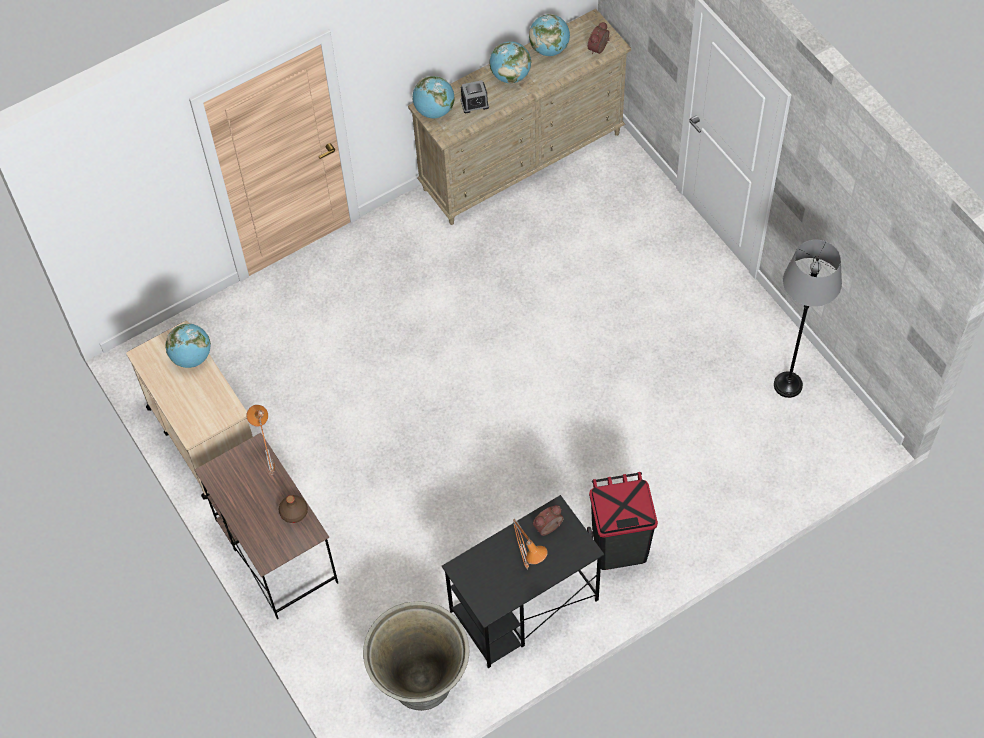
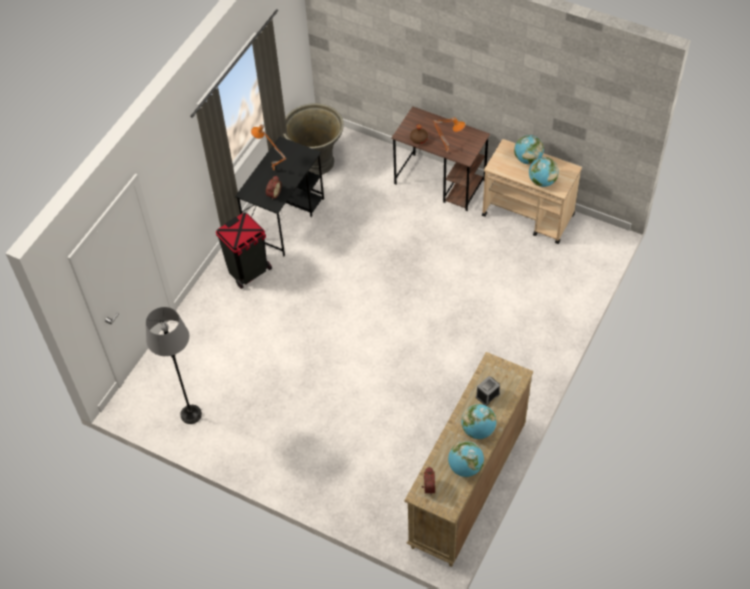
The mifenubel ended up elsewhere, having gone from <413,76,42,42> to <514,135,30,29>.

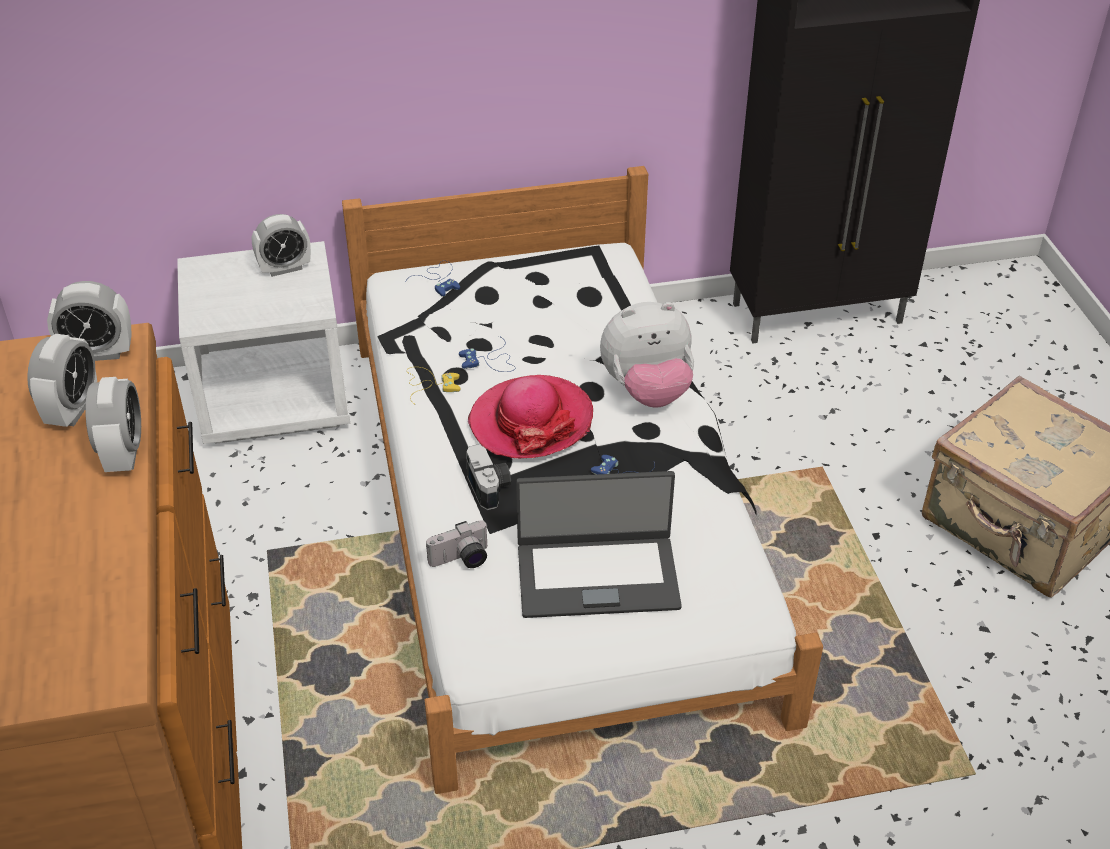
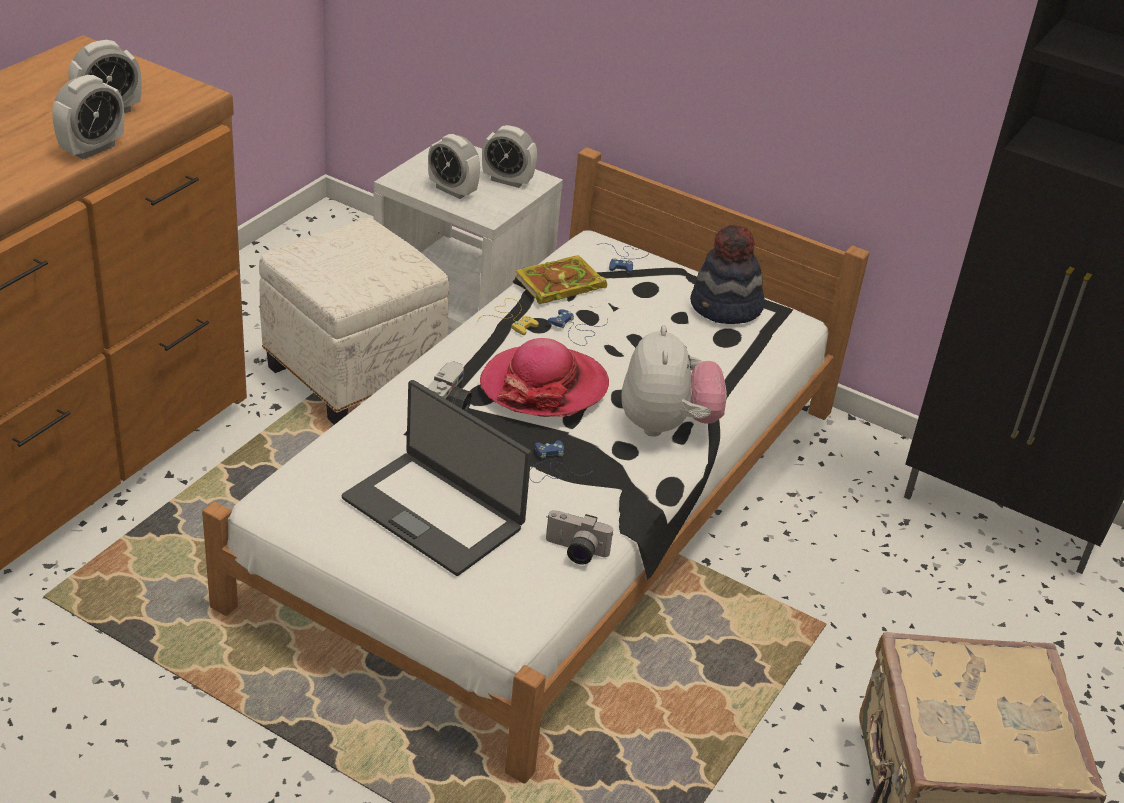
The second view gained the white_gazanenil at <259,218,190,207>. The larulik ended up elsewhere, having gone from <47,281,84,80> to <428,134,52,65>. The second view gained the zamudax at <515,255,92,49>. The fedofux ended up elsewhere, having gone from <426,520,61,48> to <546,510,67,55>. The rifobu at <600,302,94,106> ended up facing another way, 120 degrees counterclockwise from before. The second view gained the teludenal at <690,225,75,99>.

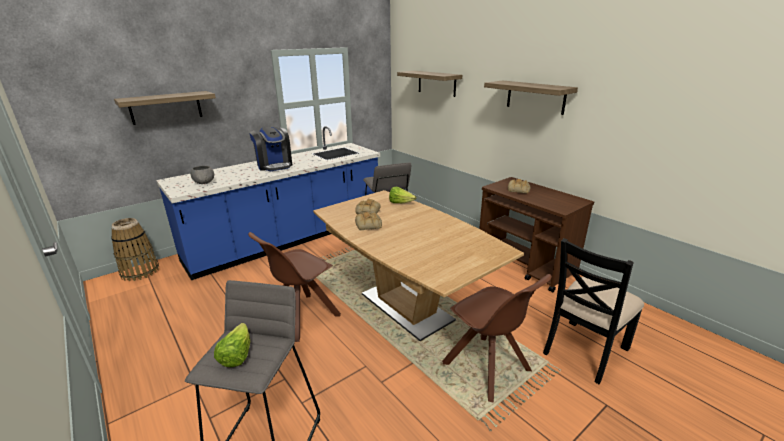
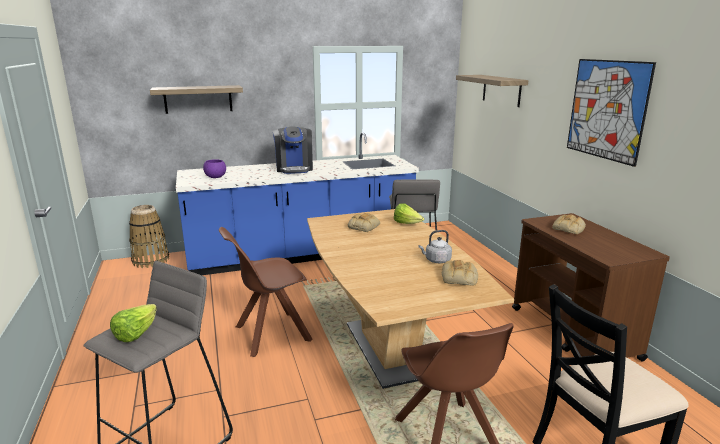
What was the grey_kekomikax at <190,166,24,18> turned into the purple_kekomikax at <203,159,23,19>. The second view gained the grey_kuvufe at <419,230,33,33>. The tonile ended up elsewhere, having gone from <355,212,27,18> to <442,260,36,25>. Where the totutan hung at <484,81,94,34>, the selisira came to hang at <567,59,89,108>.

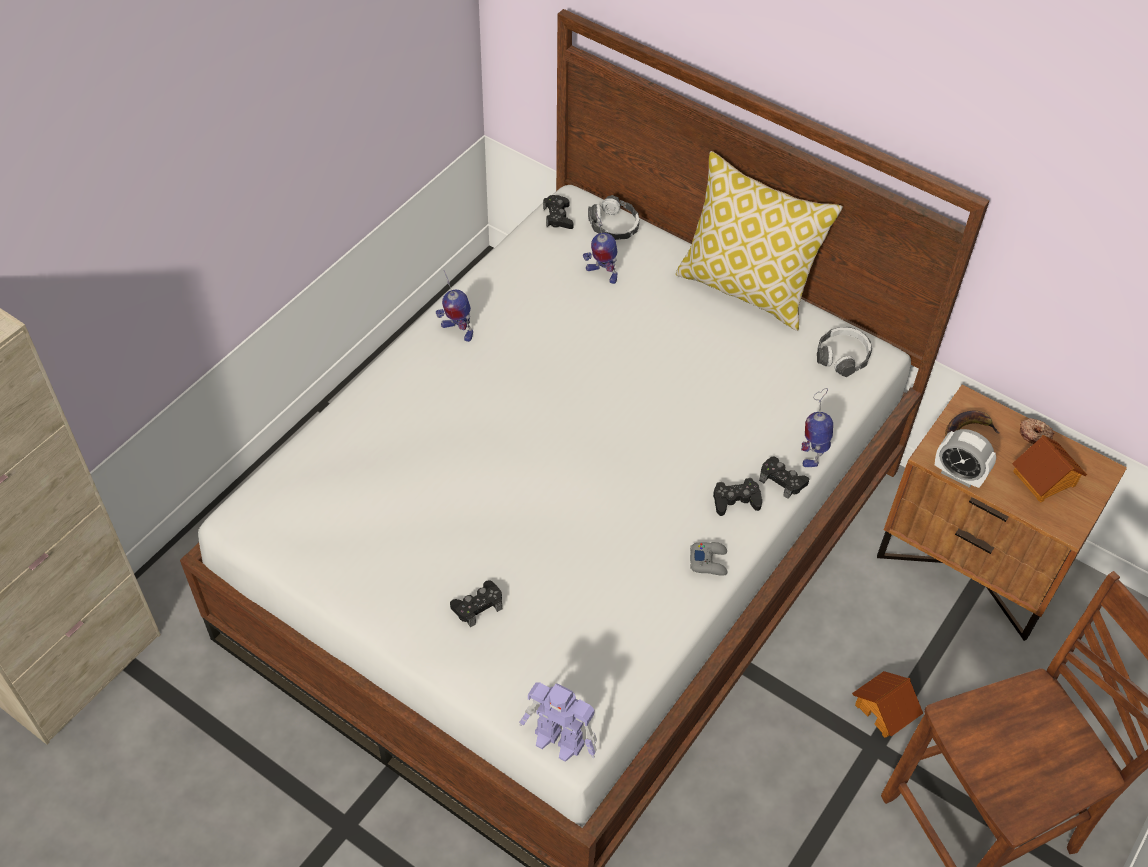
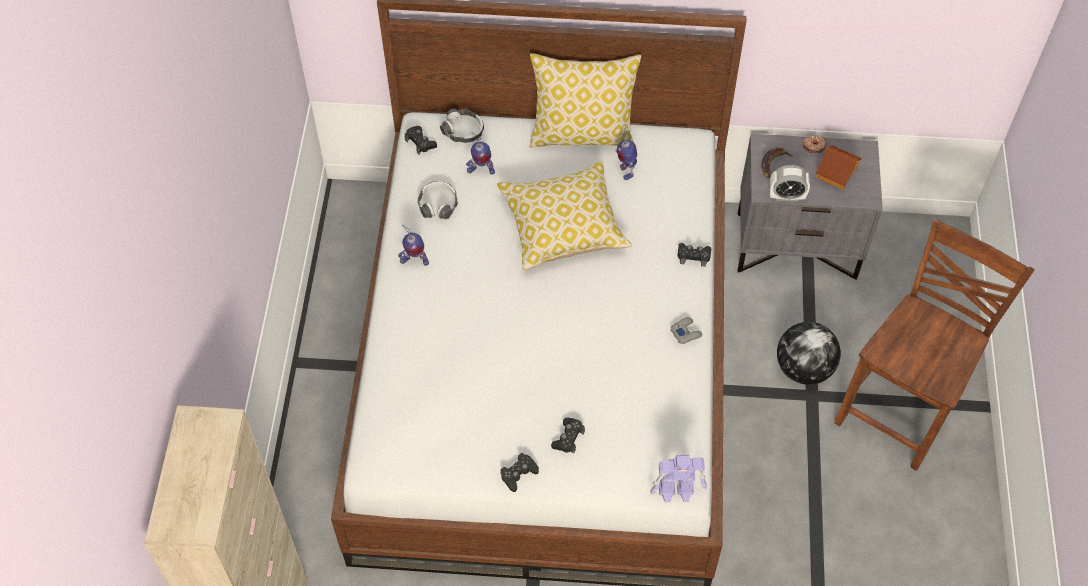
The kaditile ended up elsewhere, having gone from <817,327,55,50> to <418,181,40,38>. The second view gained the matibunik at <497,161,135,109>. The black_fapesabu ended up elsewhere, having gone from <713,478,49,38> to <500,453,39,39>. The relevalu ended up elsewhere, having gone from <801,388,32,79> to <616,124,21,56>. What was the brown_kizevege at <877,385,250,256> turned into the grey_kizevege at <737,134,146,146>. Where the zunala stood at <852,671,71,67>, the mifenubel came to stand at <777,322,64,63>.

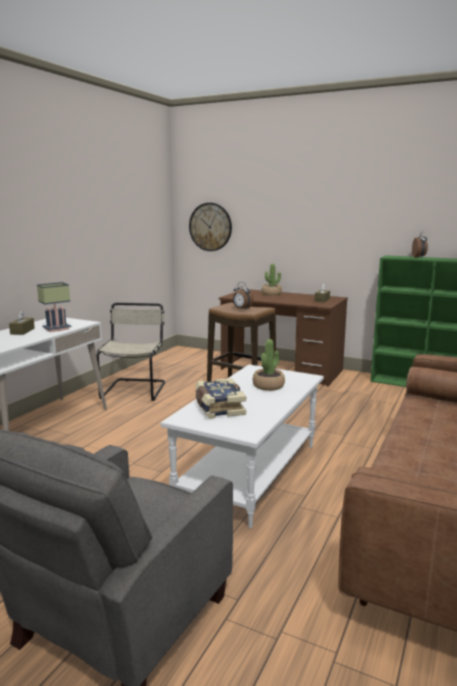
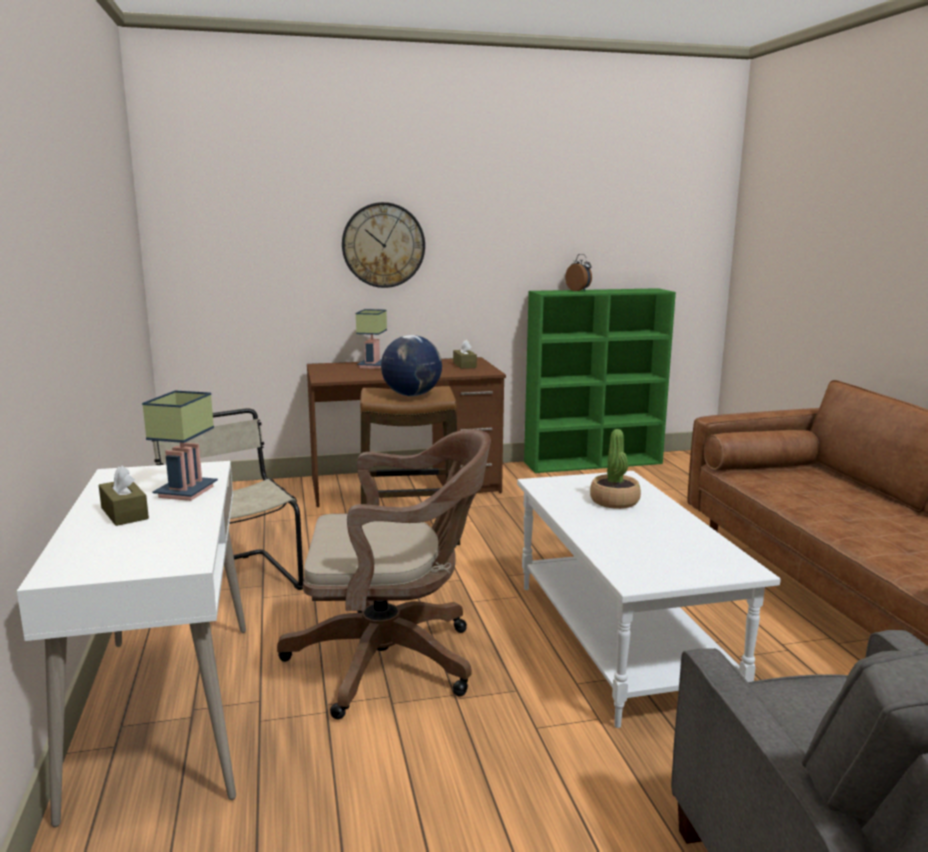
The second view gained the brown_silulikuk at <277,429,214,290>. The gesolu ended up elsewhere, having gone from <189,203,43,48> to <342,202,83,86>. Where the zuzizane stood at <262,263,20,33>, the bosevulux came to stand at <356,309,31,60>. Where the larulik stood at <233,282,21,28>, the mifenubel came to stand at <381,335,61,61>. The second view lost the zamudax at <195,378,51,41>.

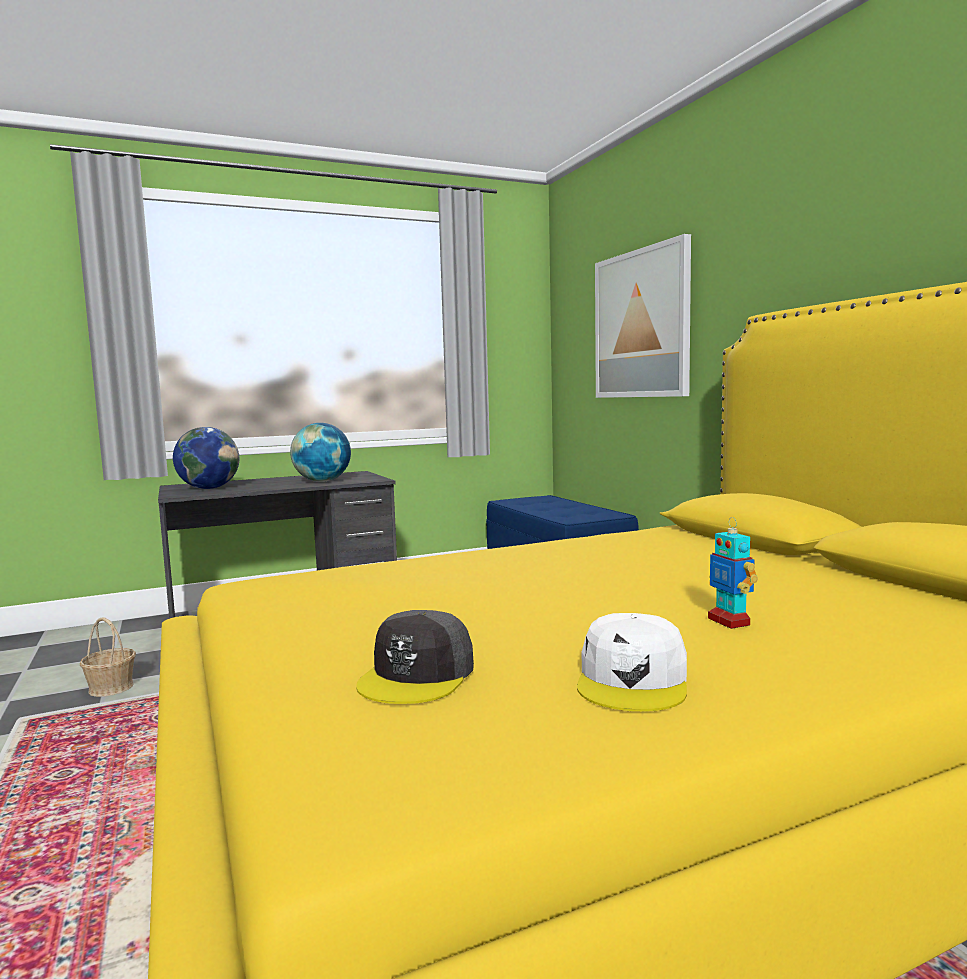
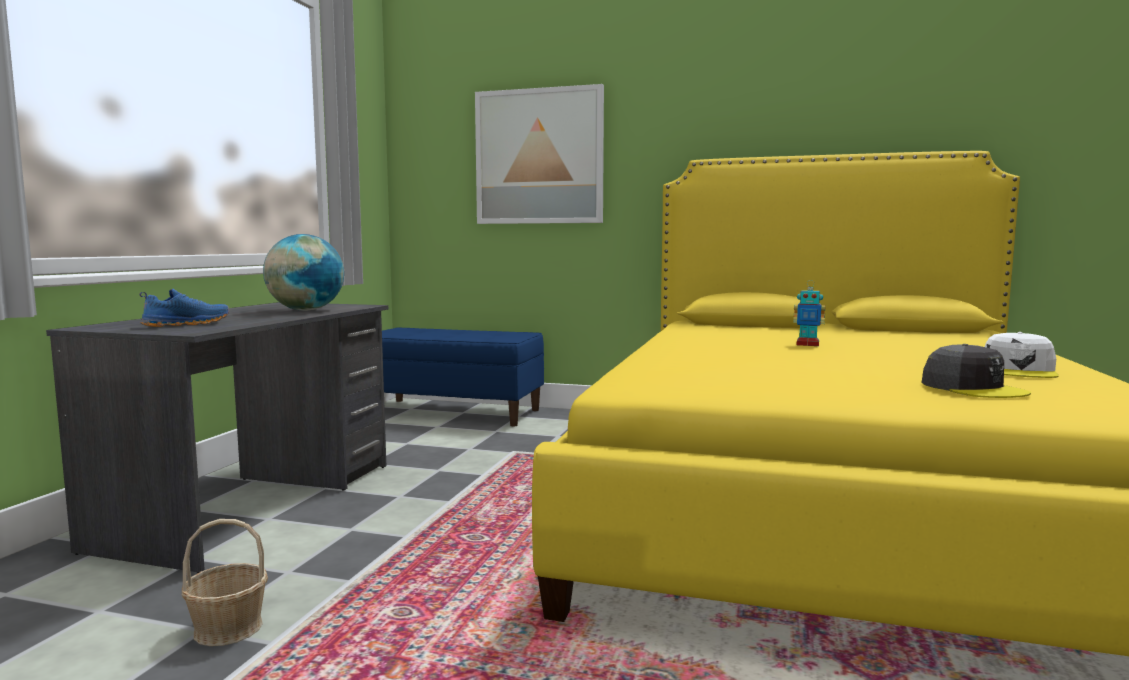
Where the mifenubel stood at <173,427,66,62>, the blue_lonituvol came to stand at <140,289,89,38>. The relevalu ended up elsewhere, having gone from <708,517,50,112> to <793,280,33,66>. The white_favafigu at <577,613,110,98> ended up facing another way, 60 degrees clockwise from before.

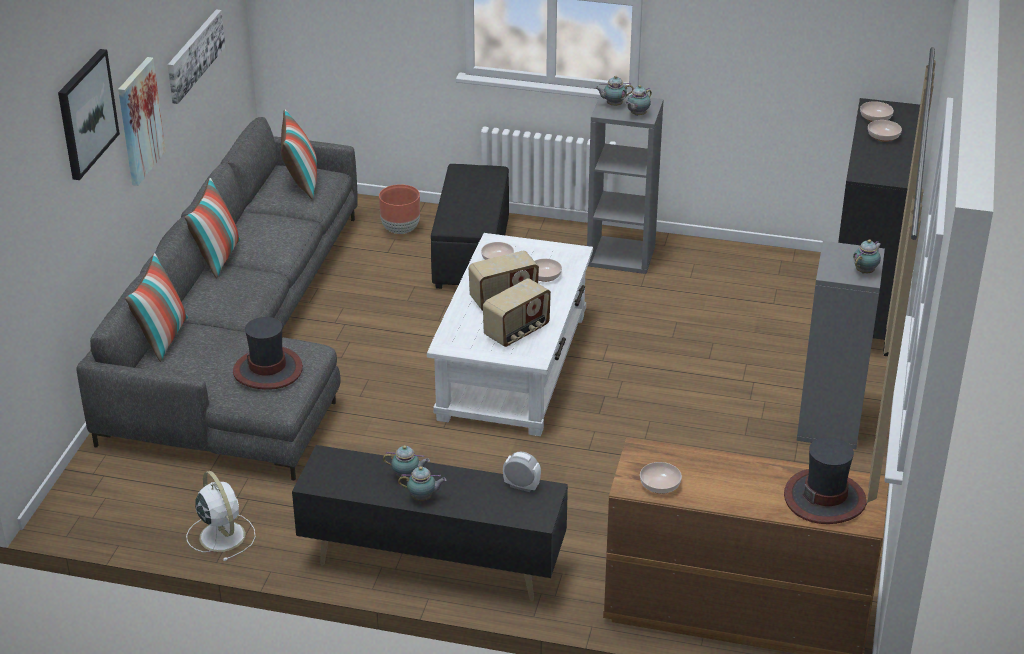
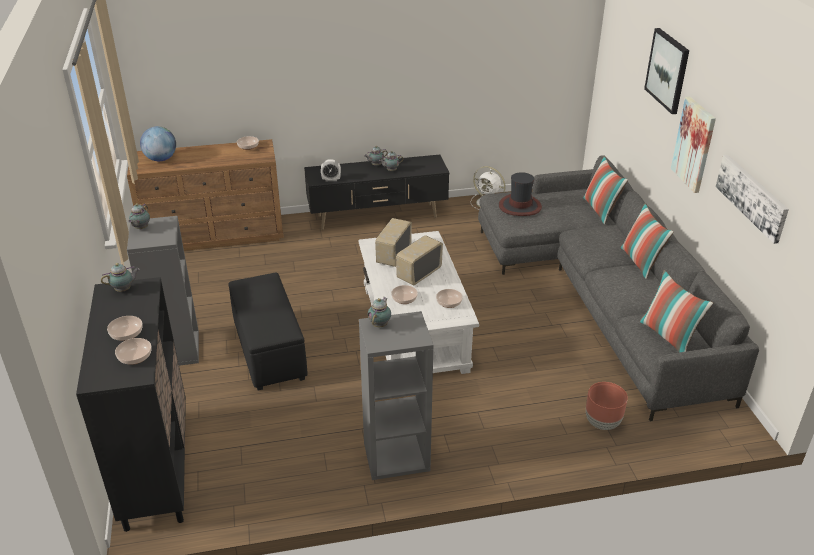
The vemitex ended up elsewhere, having gone from <595,76,39,30> to <101,263,39,29>. Where the teludenal stood at <784,437,83,87>, the mifenubel came to stand at <140,126,36,35>. The black_gazanenil ended up elsewhere, having gone from <431,164,78,125> to <229,273,79,118>.

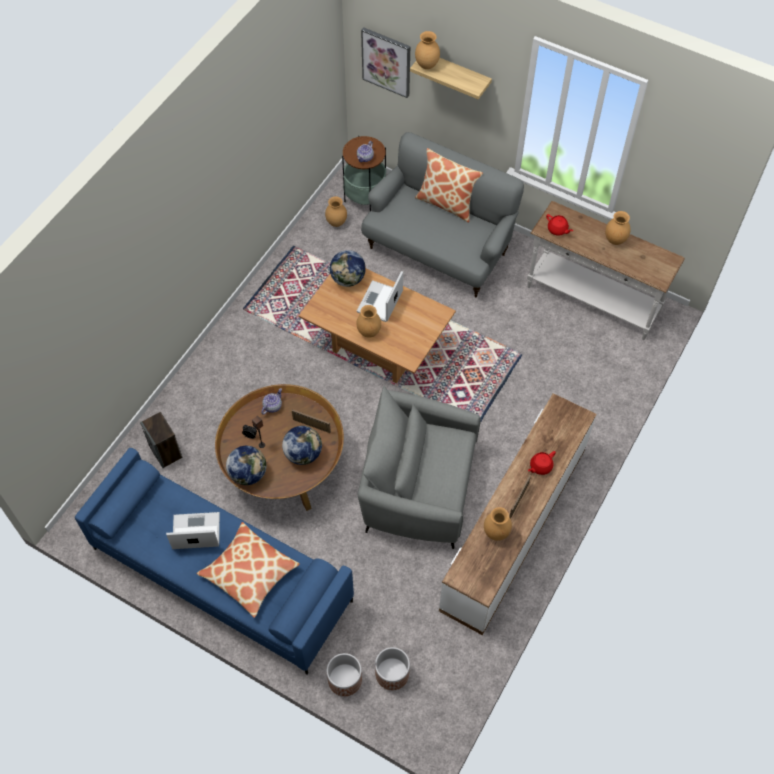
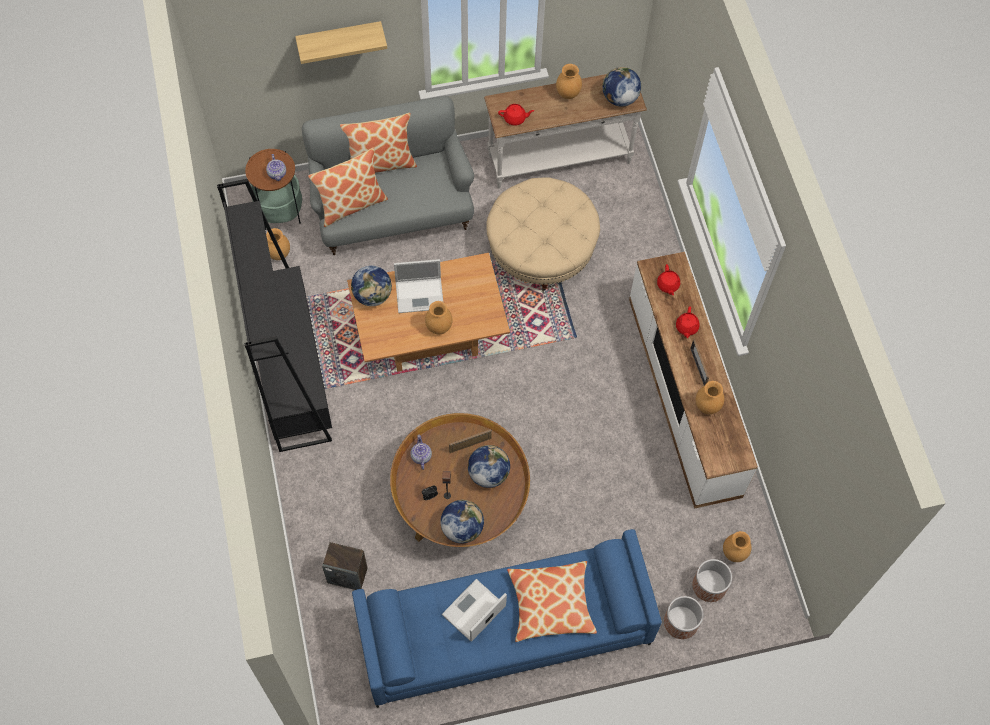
The second view gained the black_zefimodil at <217,179,115,273>. The second view gained the matibunik at <308,147,80,80>. The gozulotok at <357,271,46,51> ended up facing another way, 75 degrees counterclockwise from before. The second view gained the beige_gazanenil at <486,177,114,115>. The second view gained the mifenubel at <602,67,39,39>. The second view gained the red_vemitex at <657,264,23,31>. The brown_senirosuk ended up elsewhere, having gone from <415,31,25,38> to <723,531,28,31>. The second view lost the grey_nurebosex at <358,386,123,163>. The second view lost the selisira at <361,27,49,71>.

